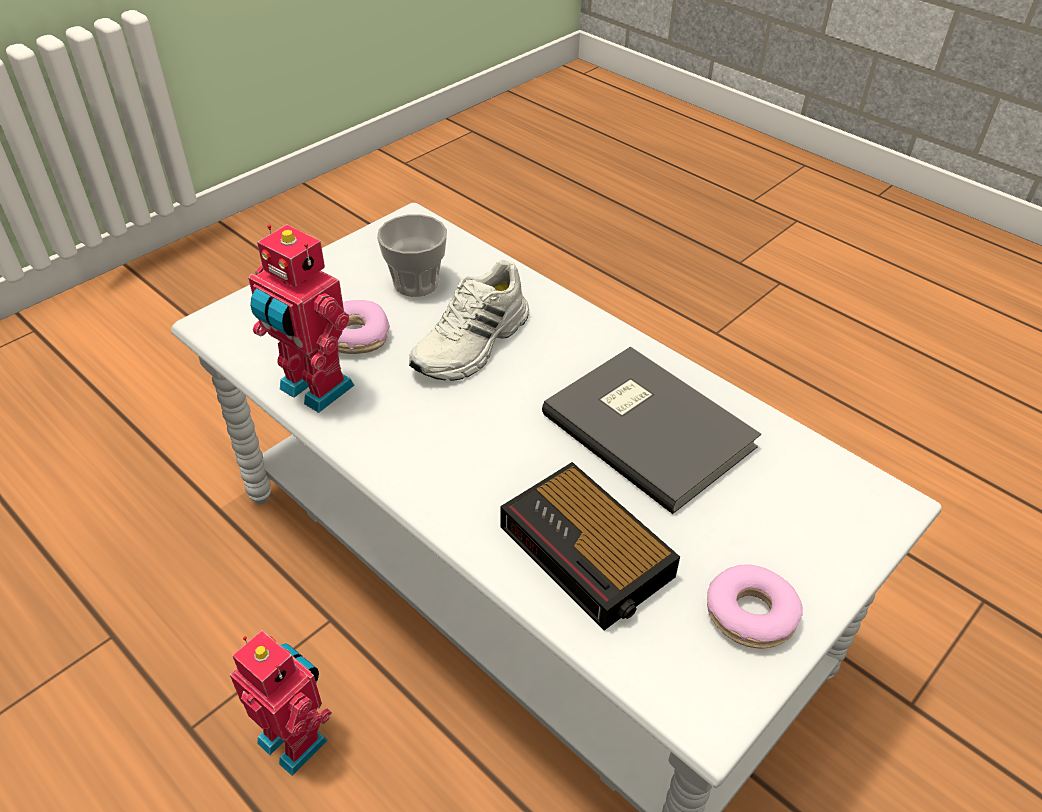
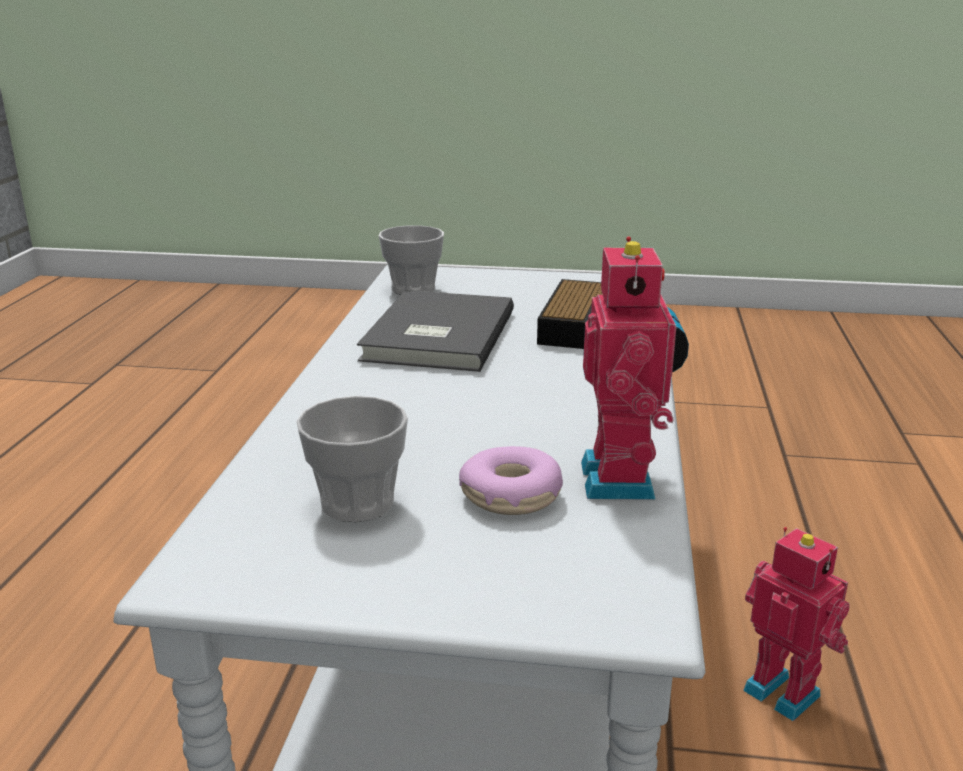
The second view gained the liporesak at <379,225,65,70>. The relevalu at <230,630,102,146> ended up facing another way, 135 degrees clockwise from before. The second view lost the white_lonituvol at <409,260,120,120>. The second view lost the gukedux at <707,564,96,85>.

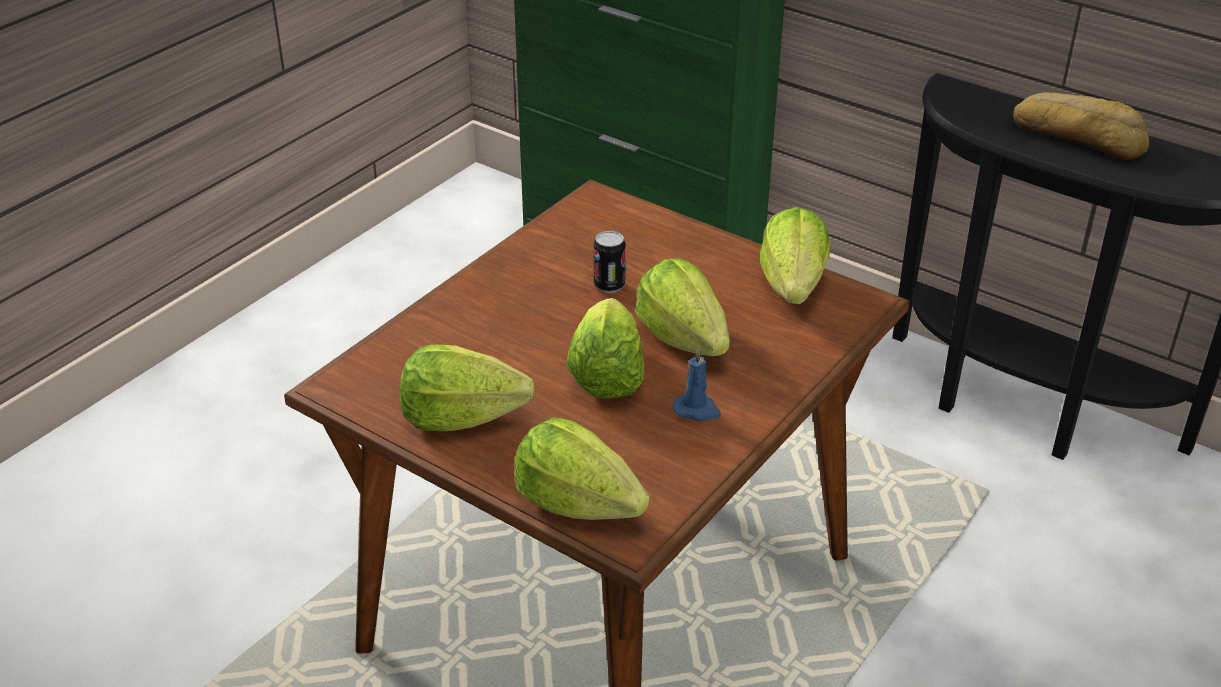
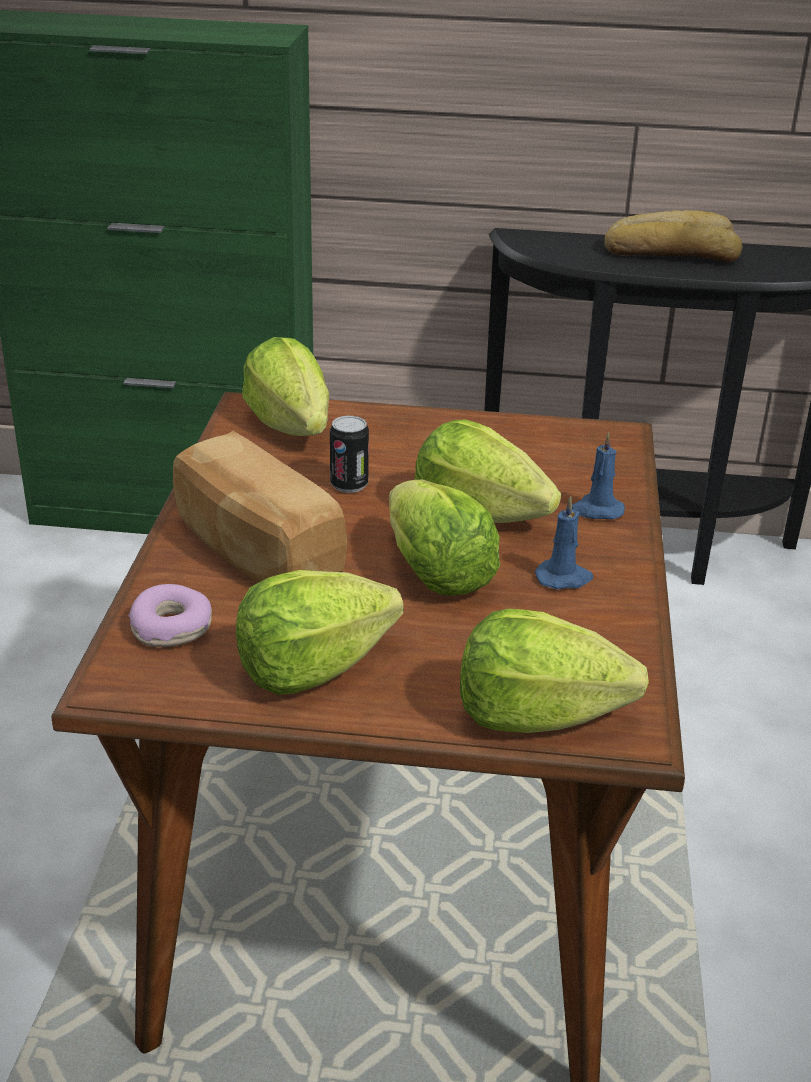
The second view gained the gukedux at <128,584,84,63>. The second view gained the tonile at <173,431,175,151>. The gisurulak ended up elsewhere, having gone from <760,207,71,97> to <242,337,87,99>. The second view gained the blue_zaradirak at <572,432,53,87>.

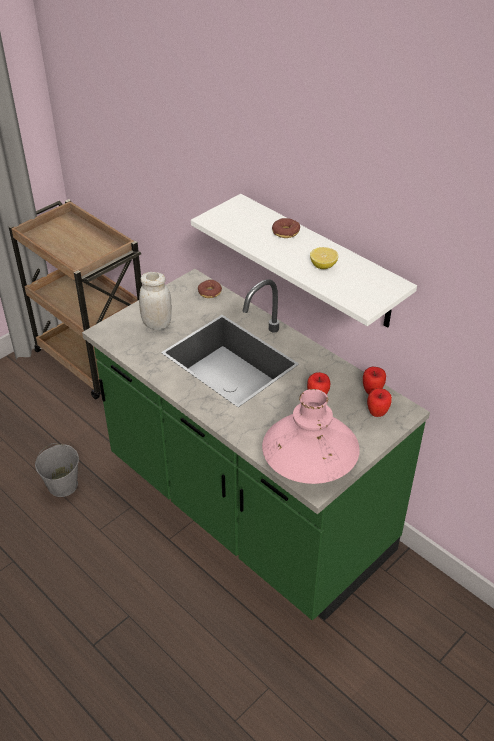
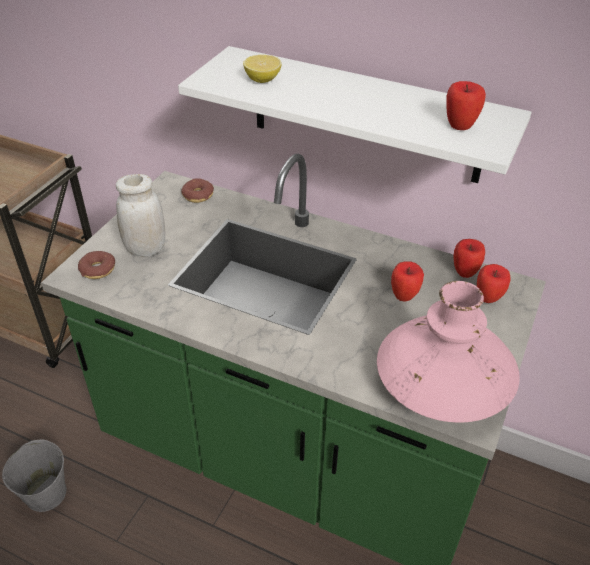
The gukedux ended up elsewhere, having gone from <272,218,28,20> to <78,251,37,28>. The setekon ended up elsewhere, having gone from <310,247,28,22> to <243,55,38,28>. The second view gained the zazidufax at <446,81,40,49>.

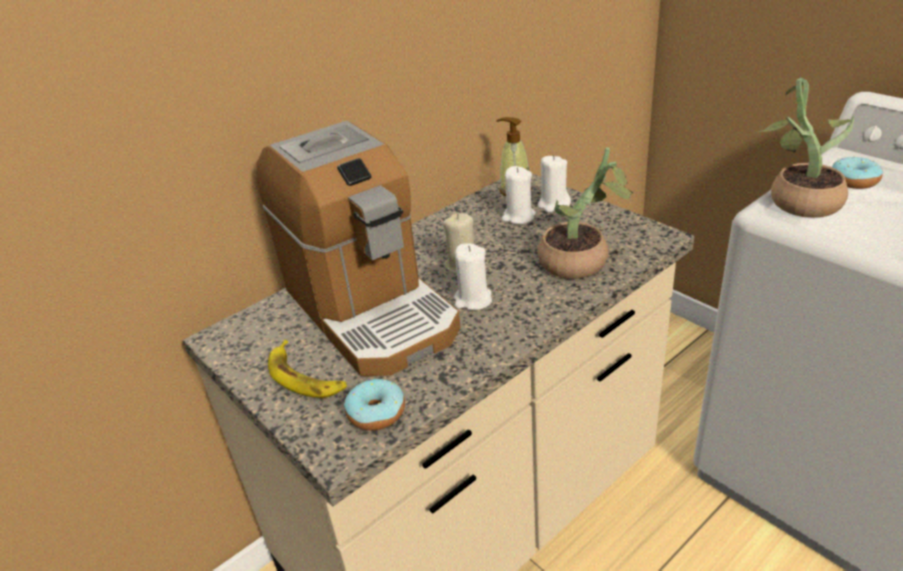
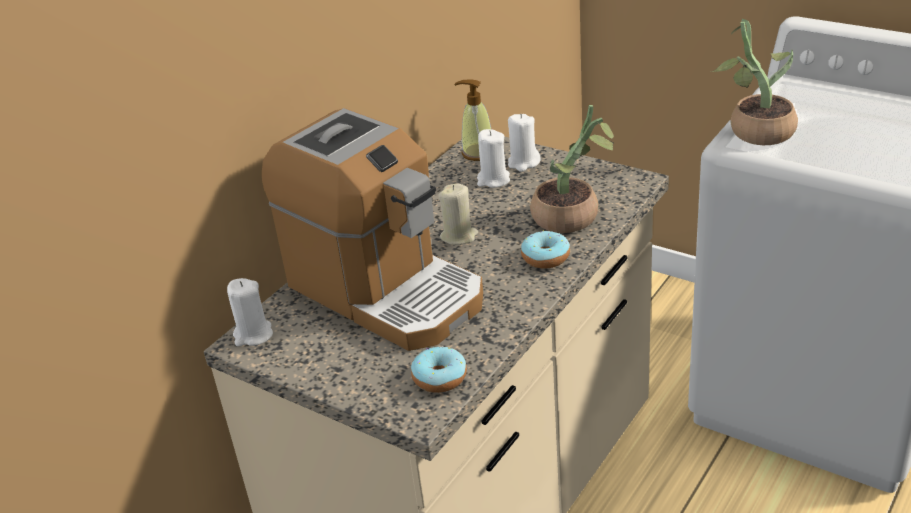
The white_zaradirak ended up elsewhere, having gone from <454,243,38,67> to <227,278,46,68>. The gukedux ended up elsewhere, having gone from <832,157,51,32> to <521,231,49,38>. The second view lost the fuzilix at <268,340,79,58>.

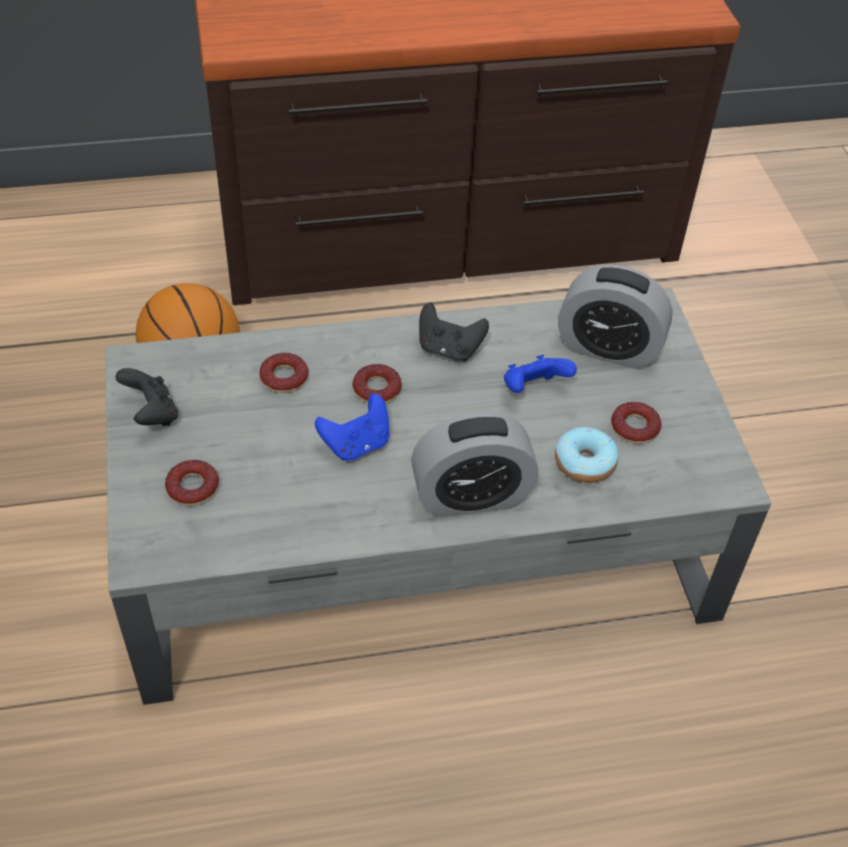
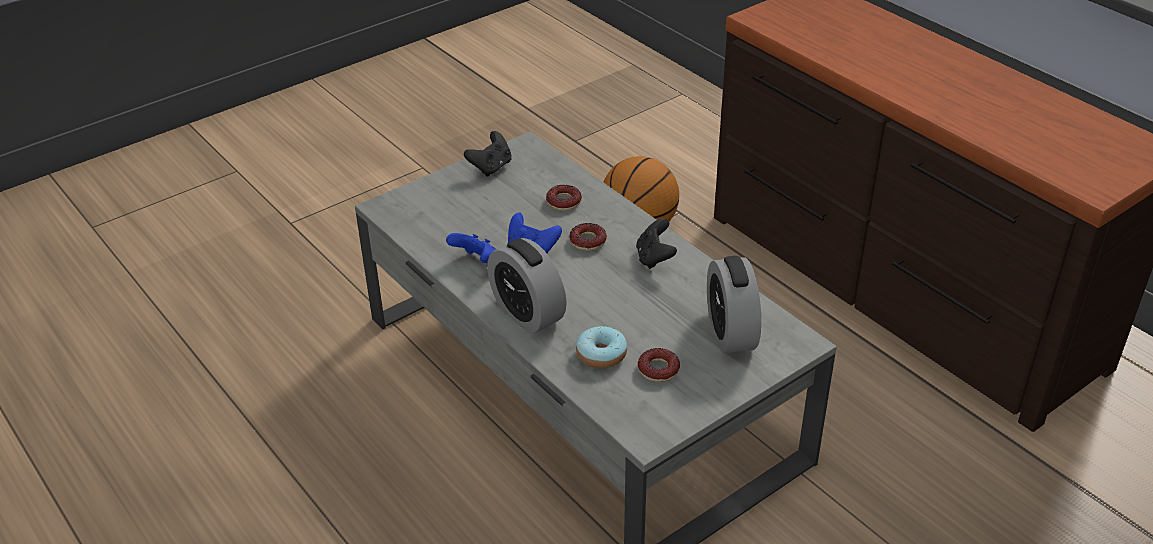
The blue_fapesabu ended up elsewhere, having gone from <504,355,73,38> to <446,233,51,30>. The second view lost the gukedux at <165,460,54,46>.

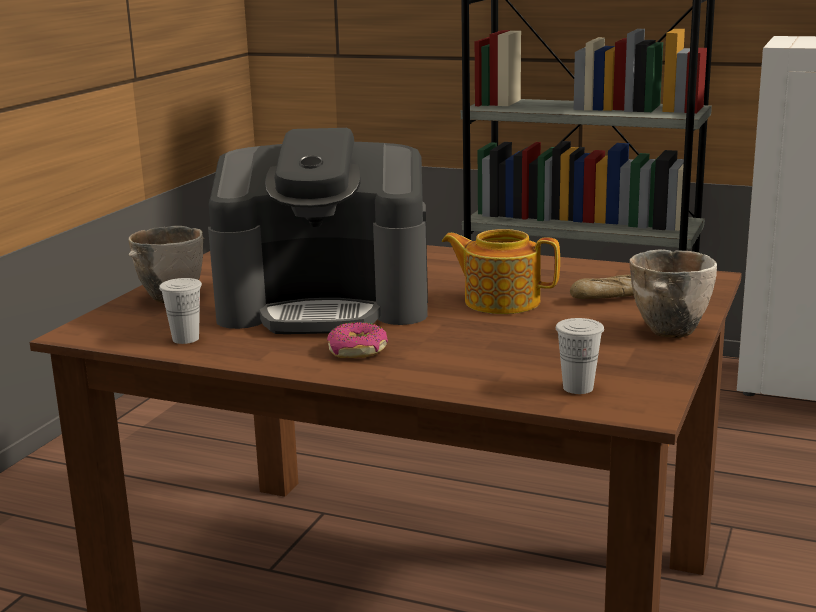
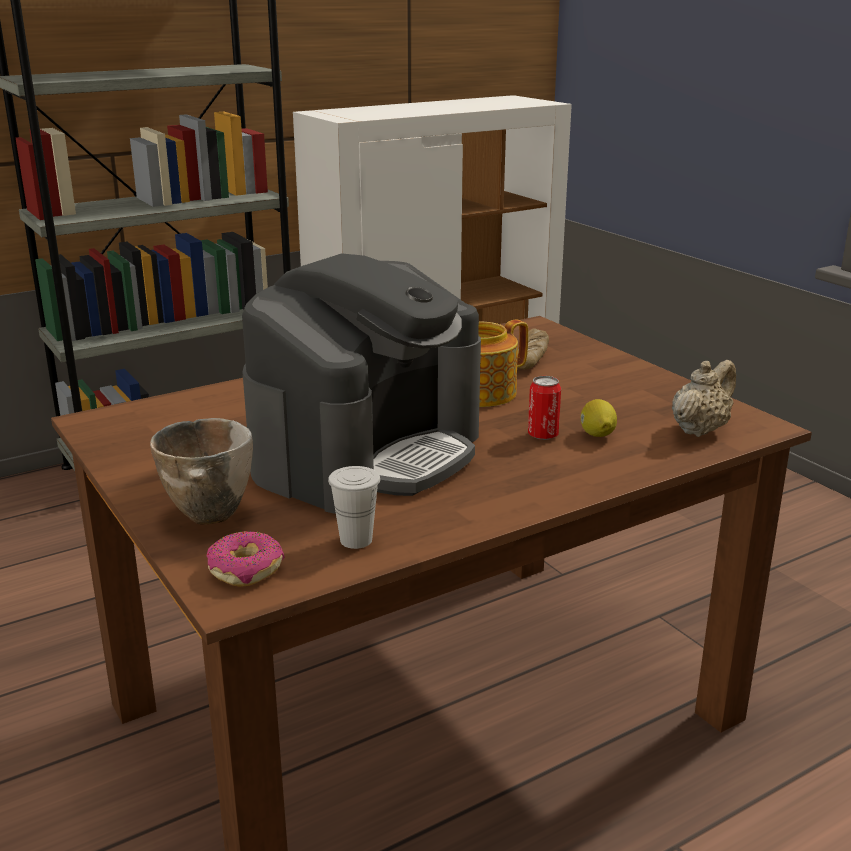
The gukedux ended up elsewhere, having gone from <327,322,61,36> to <207,531,78,56>. The second view gained the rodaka at <528,376,33,64>. The second view gained the setekon at <580,399,37,38>. Where the white_liporesak stood at <556,318,48,76>, the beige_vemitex came to stand at <672,360,64,77>. The second view lost the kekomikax at <630,249,87,89>.

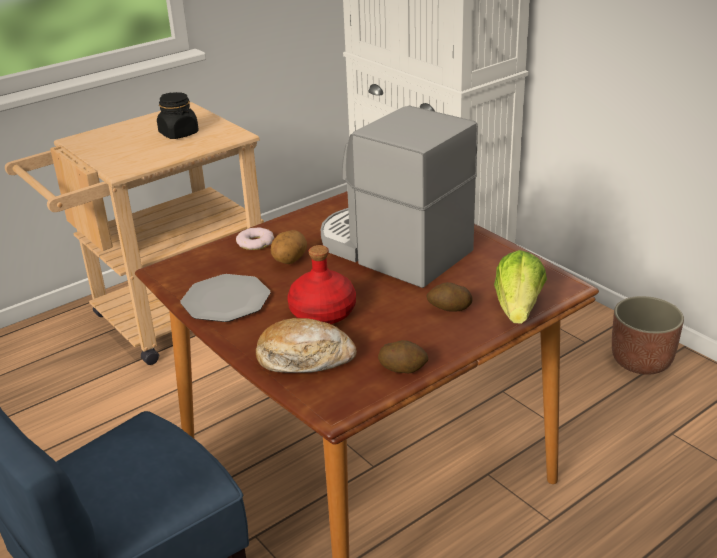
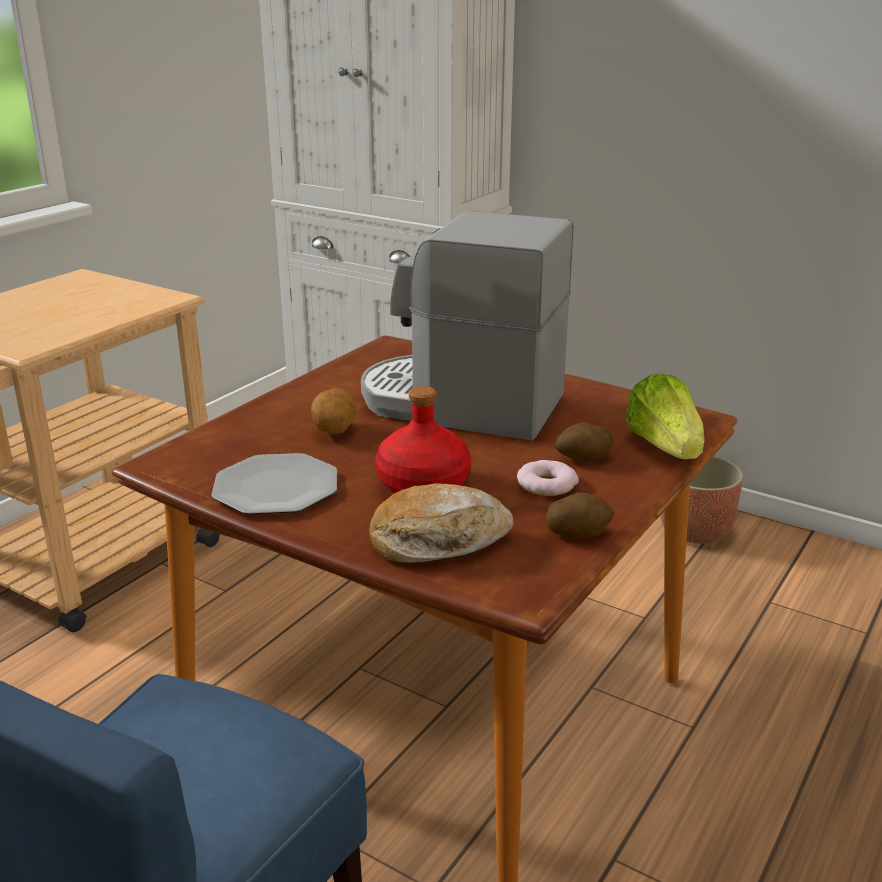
The gukedux ended up elsewhere, having gone from <236,227,38,23> to <517,460,62,36>. The second view lost the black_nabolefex at <157,92,42,47>.

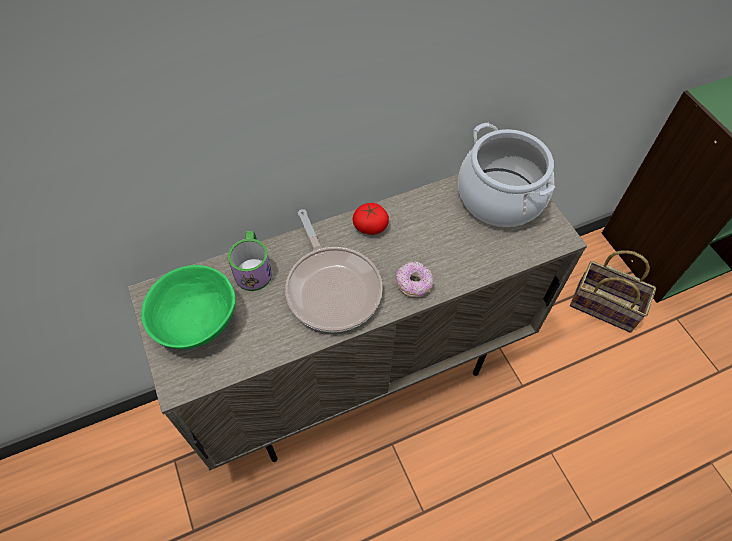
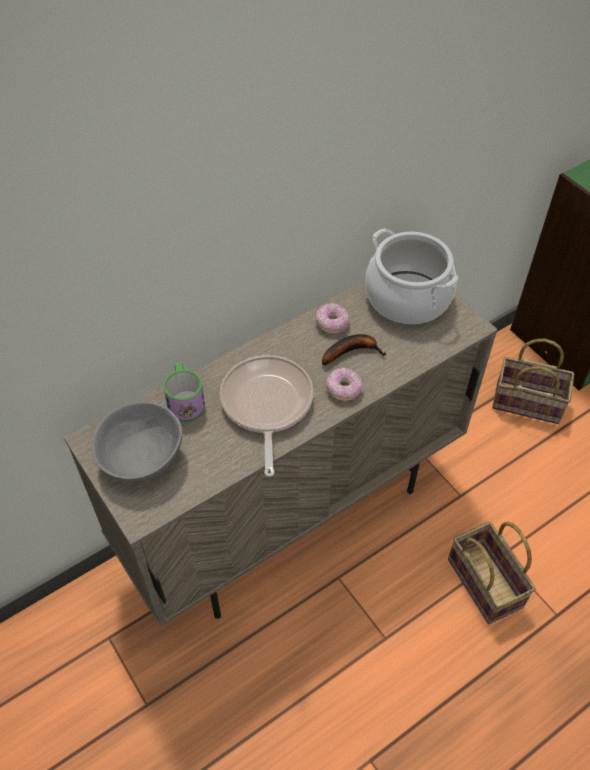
What was the green_kekomikax at <141,265,95,84> turned into the grey_kekomikax at <91,401,92,81>. The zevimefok at <285,209,98,123> ended up facing another way, 150 degrees counterclockwise from before. The second view gained the gukedux at <315,303,35,31>. The second view gained the fuzilix at <322,334,64,31>. The second view gained the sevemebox at <448,521,88,103>. The second view lost the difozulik at <352,203,37,32>.

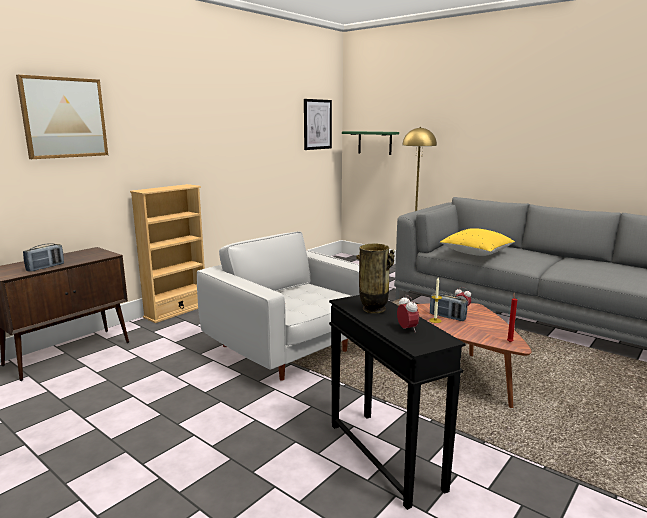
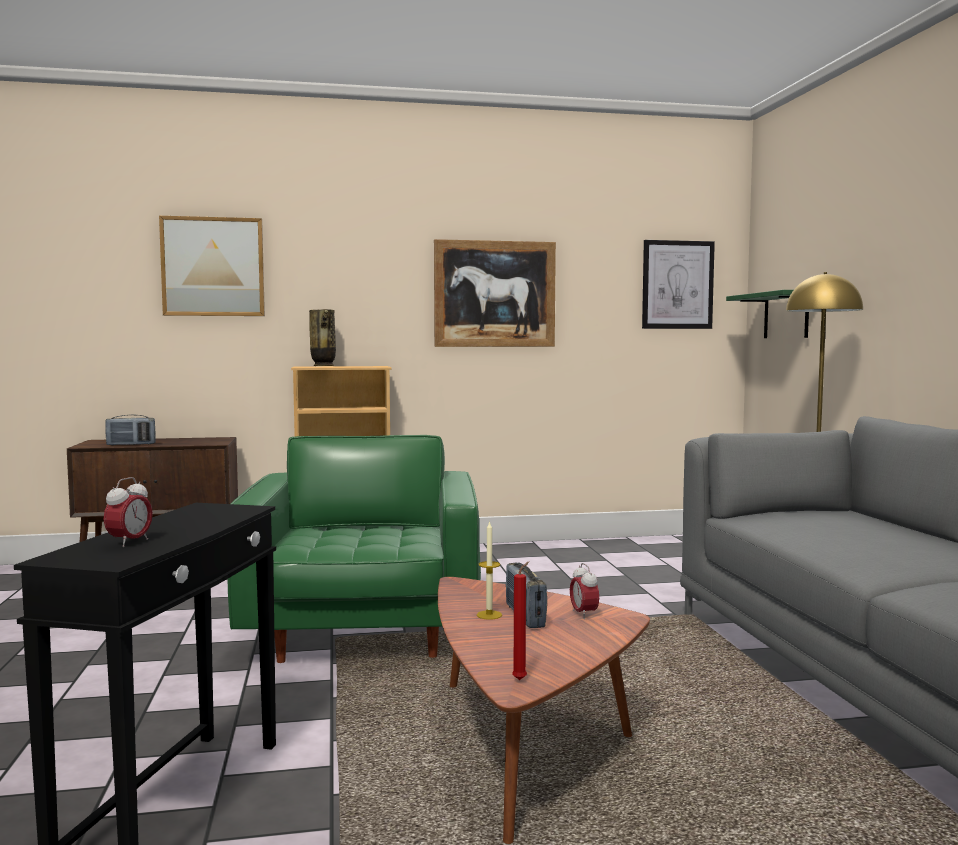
What was the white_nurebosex at <197,231,163,150> turned into the green_nurebosex at <228,435,253,228>. The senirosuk ended up elsewhere, having gone from <356,243,39,70> to <309,309,27,57>. The second view gained the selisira at <434,239,122,108>. The second view lost the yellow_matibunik at <440,228,75,28>.

